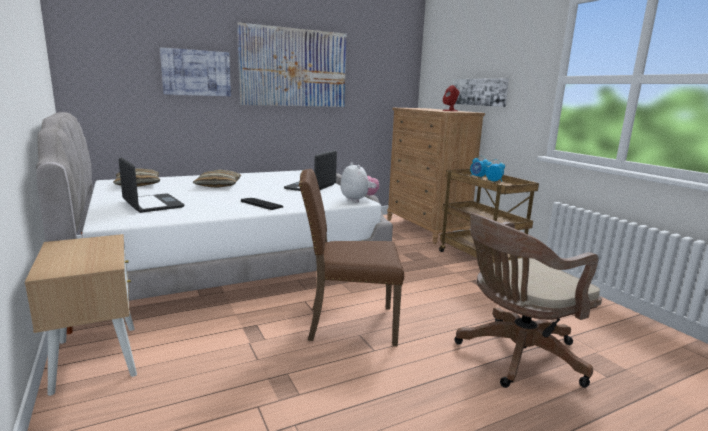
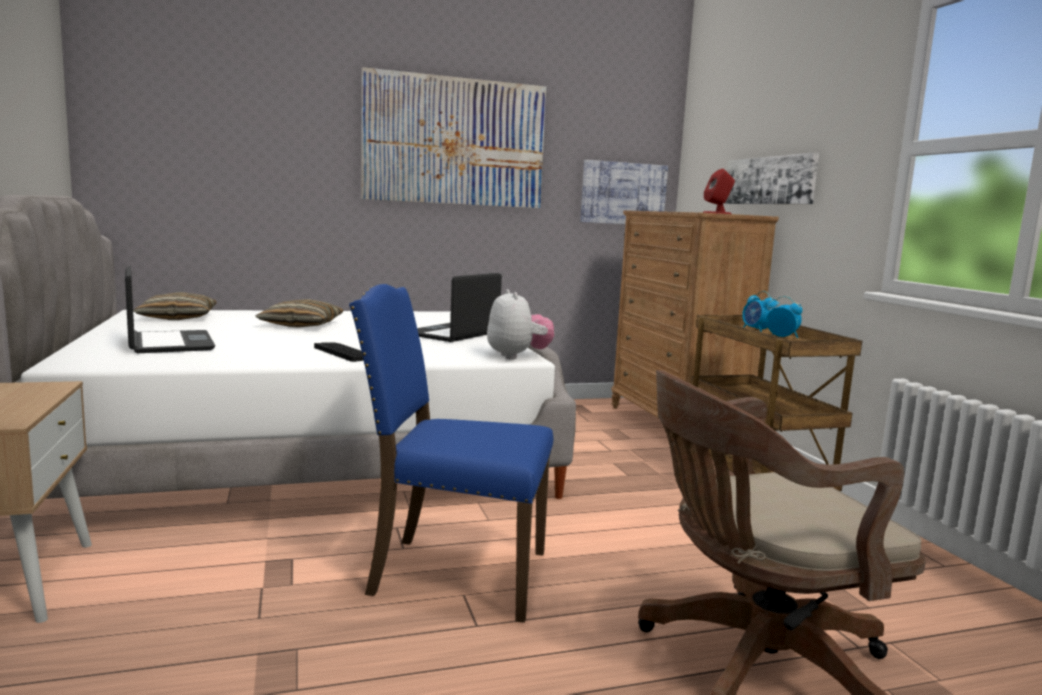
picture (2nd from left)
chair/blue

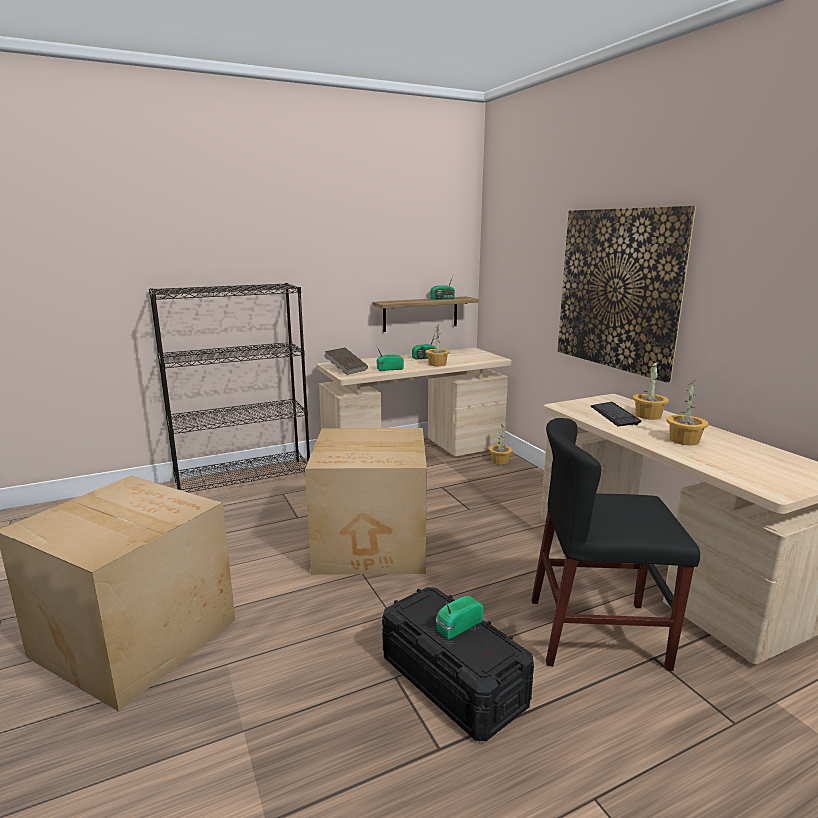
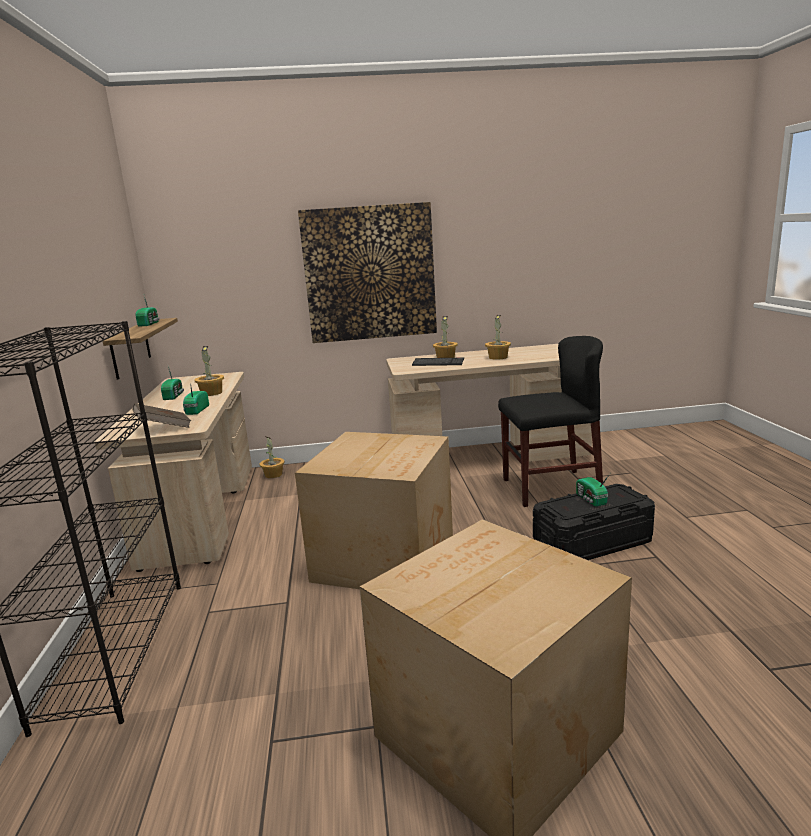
chair/black

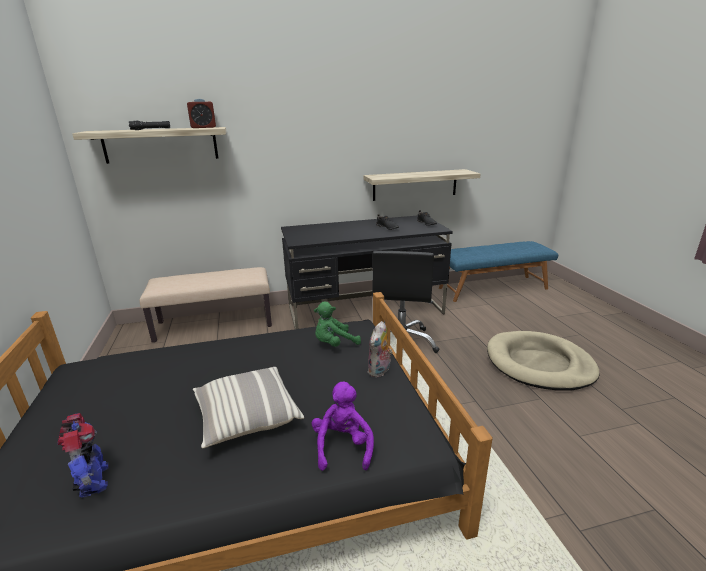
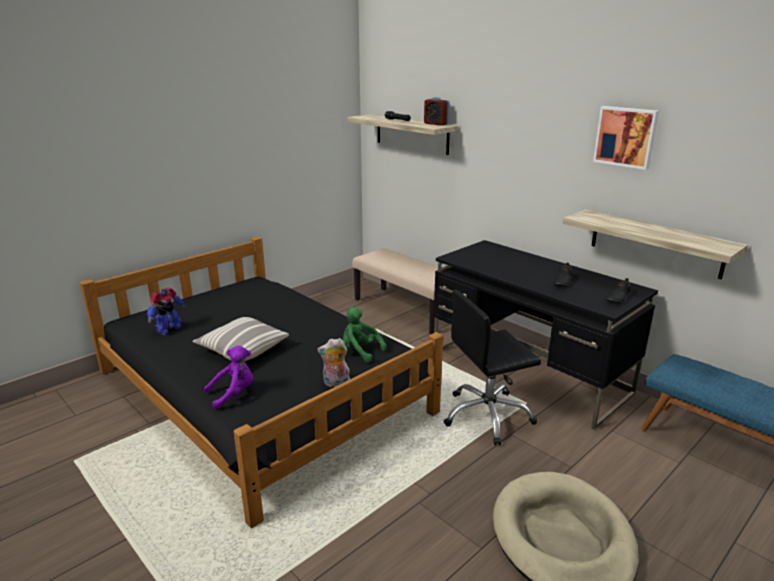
picture

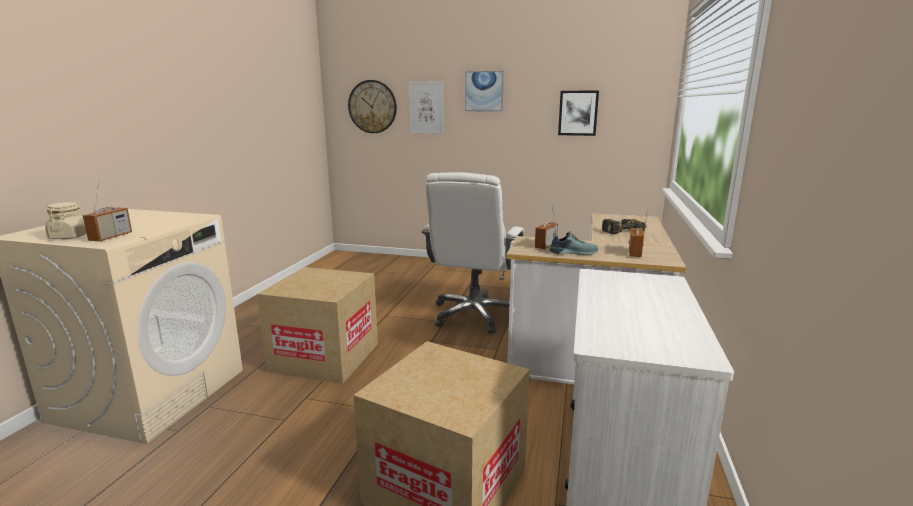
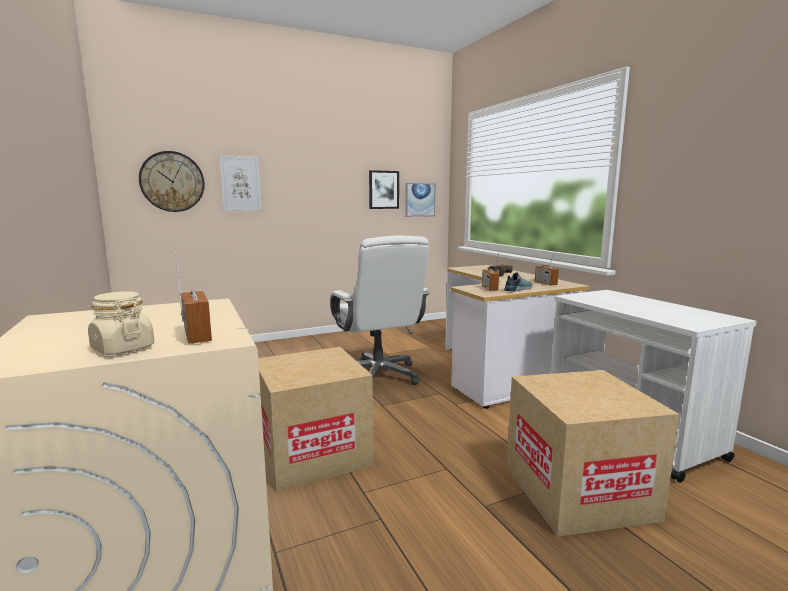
picture (3rd from left)

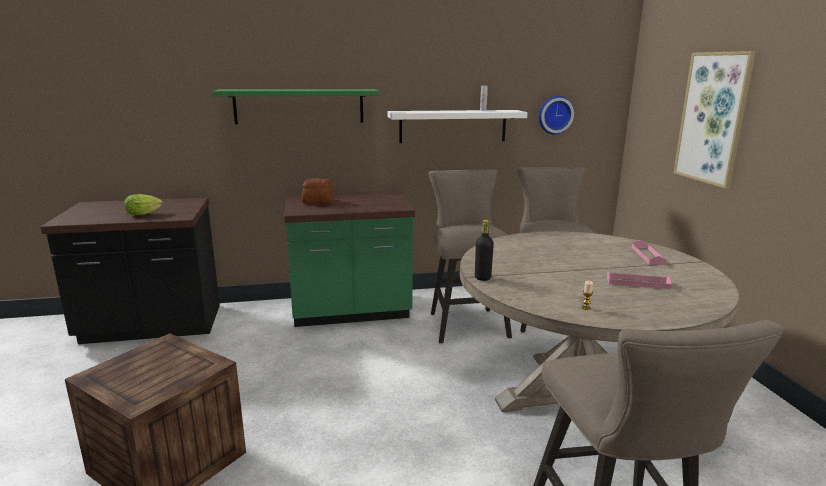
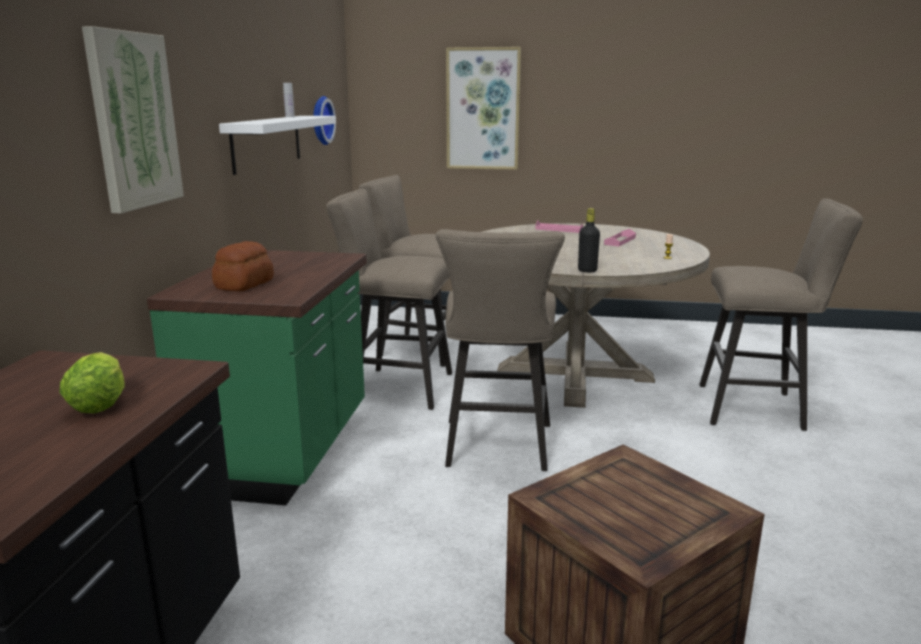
picture (1st from left)
stool/beige (3rd from left)

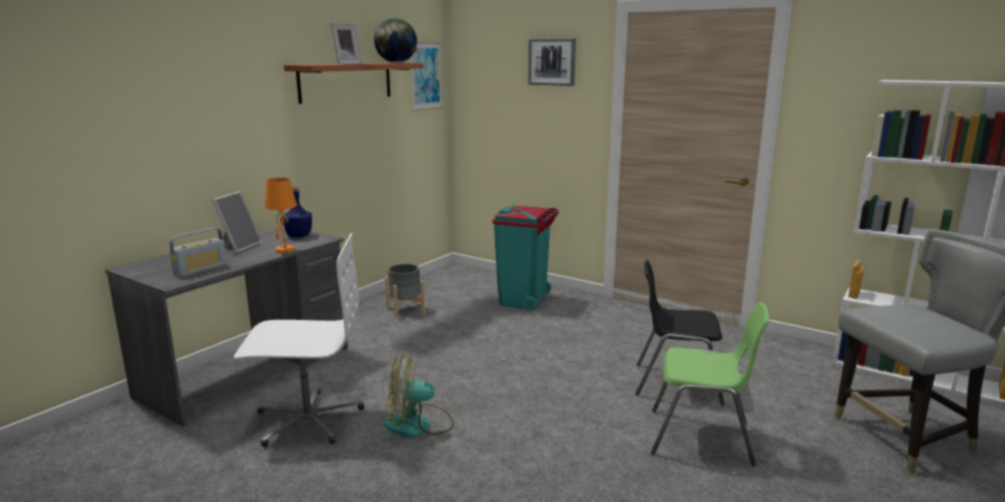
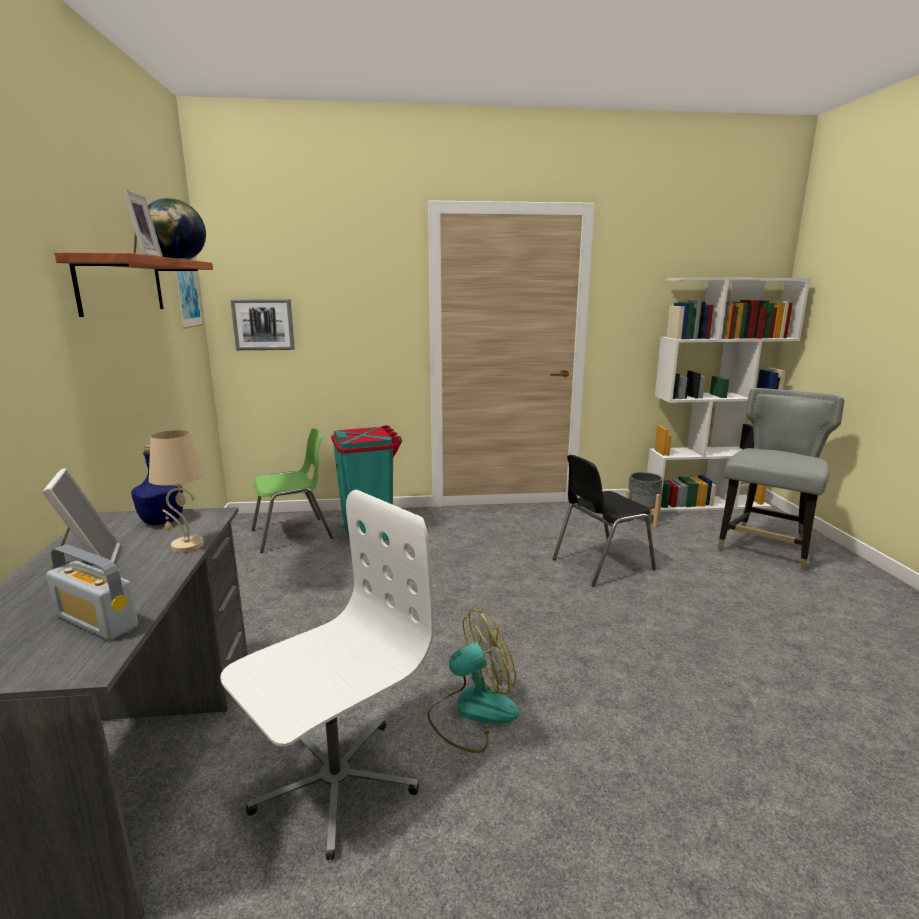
radio
table lamp/beige
fan
planter/grey
picture (2nd from left)
chair/green

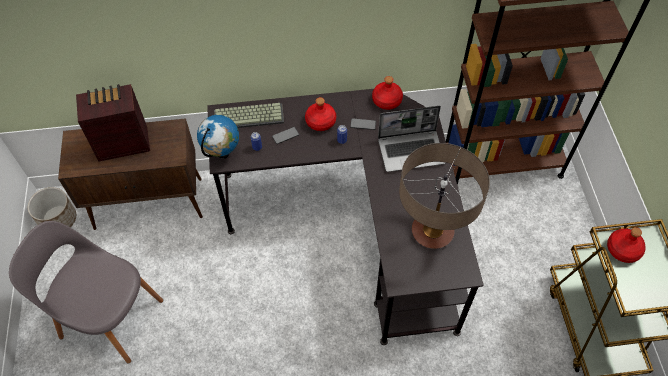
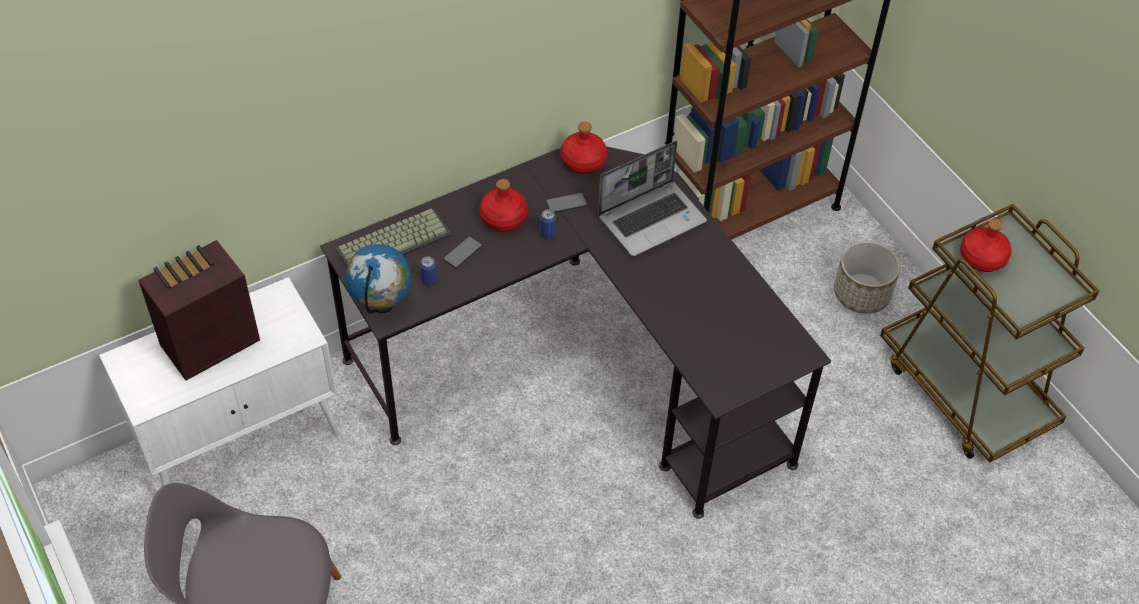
planter
cabinet/white
table lamp

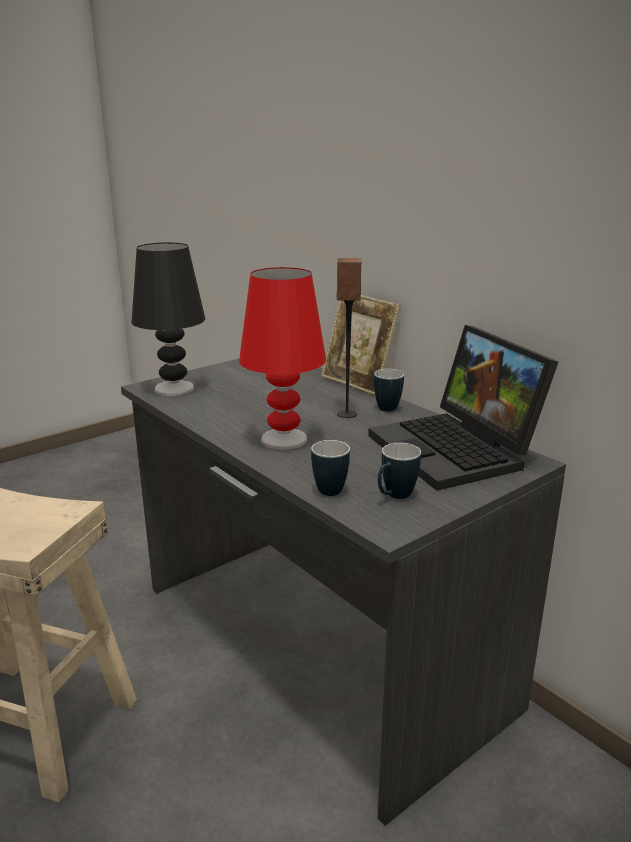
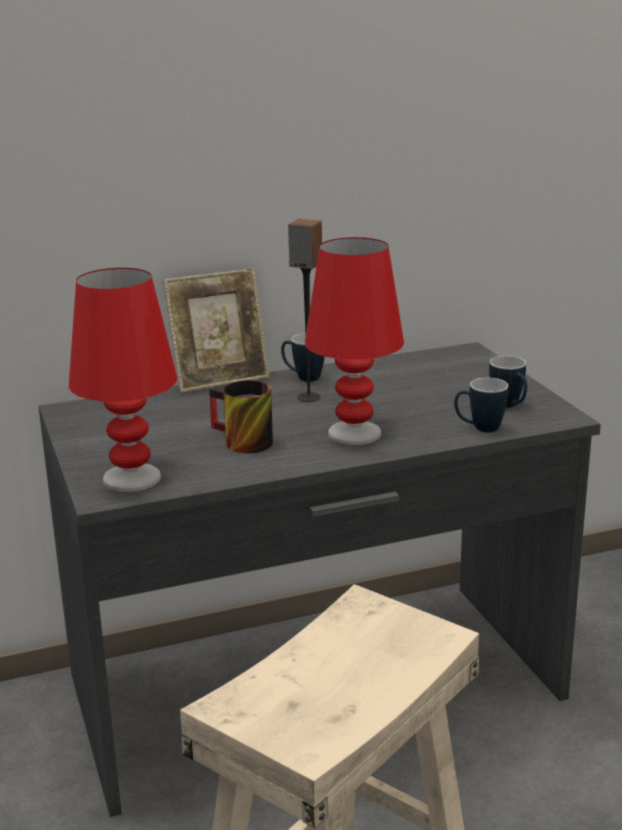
table lamp/red (1st from left)
laptop
mug (1st from left)

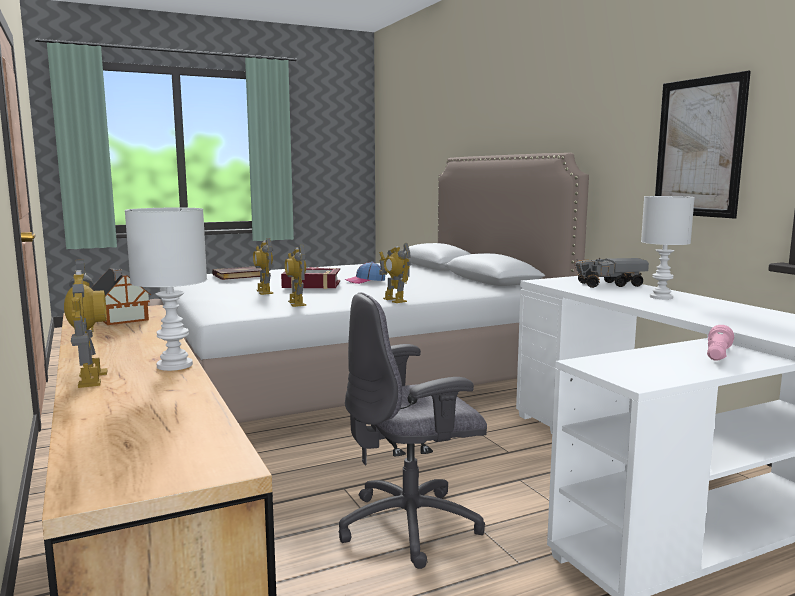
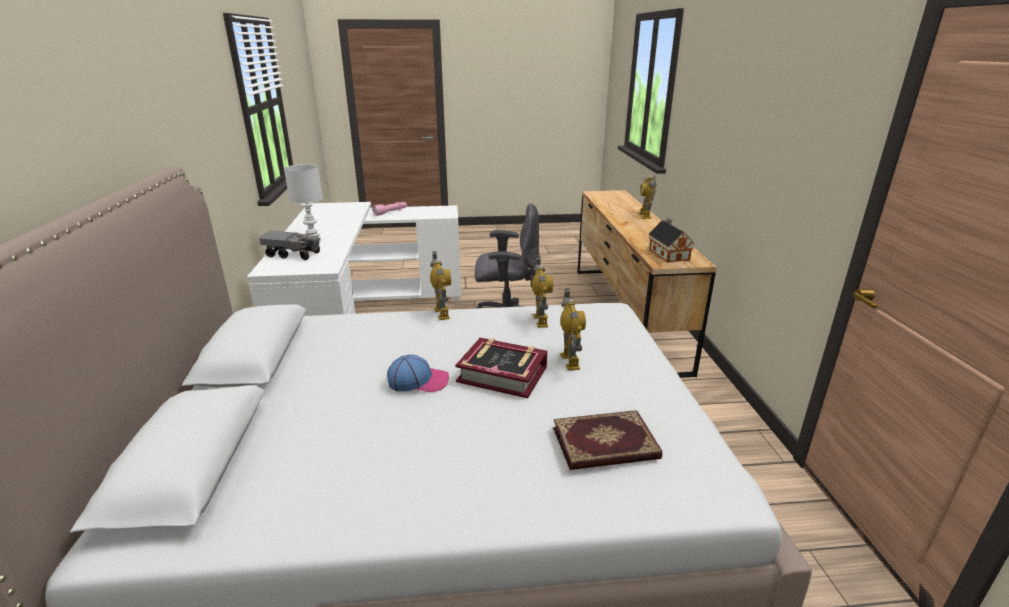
table lamp/white (1st from left in the first image)
picture

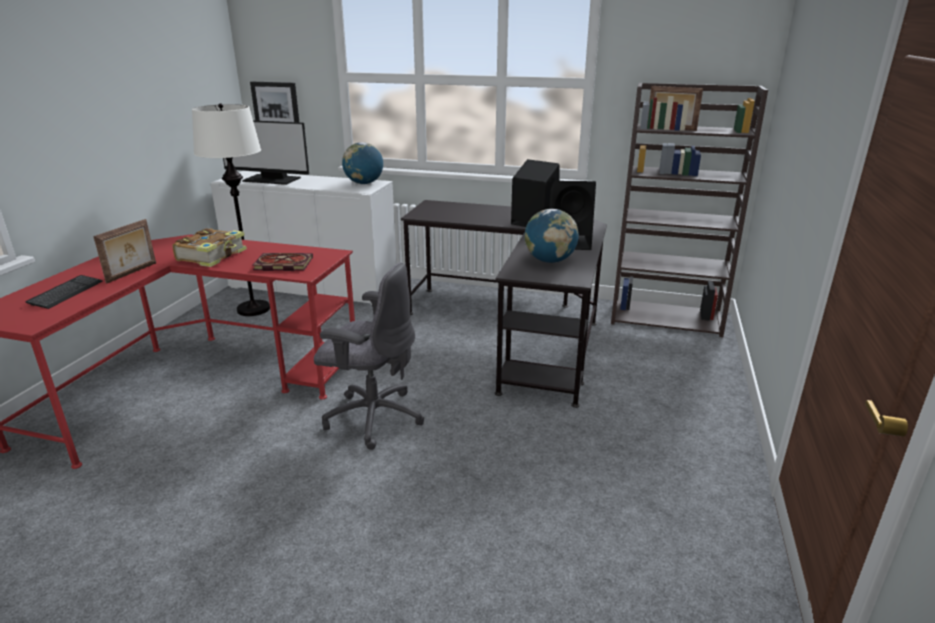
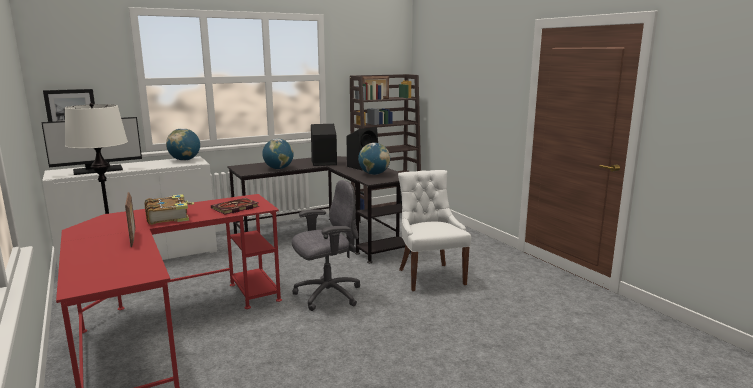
keyboard
globe (2nd from left)
chair/white

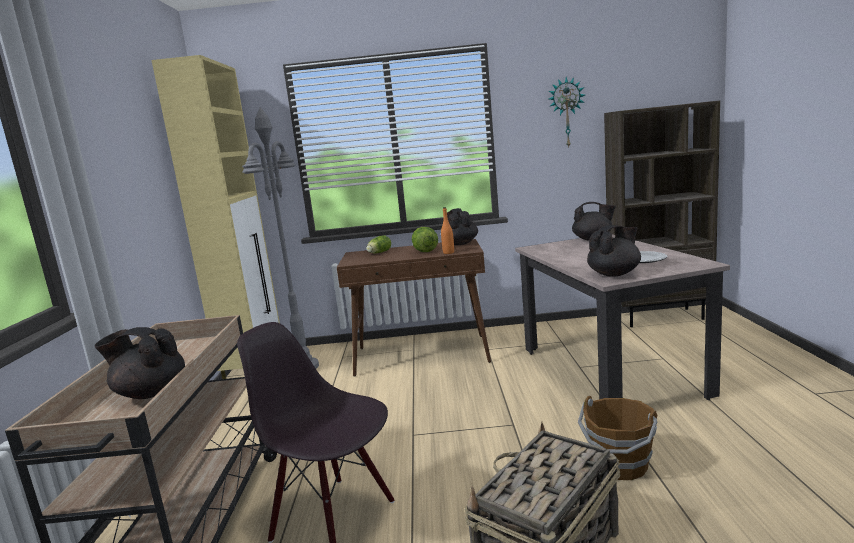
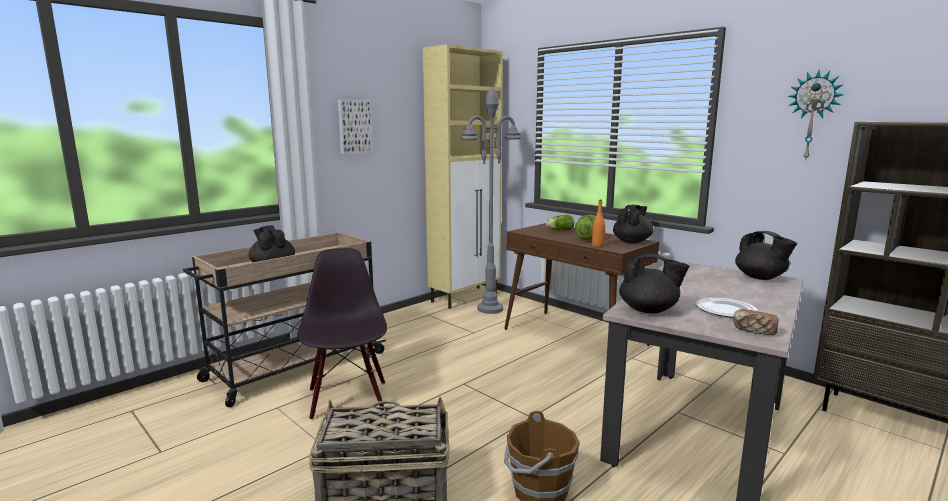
picture
bread

